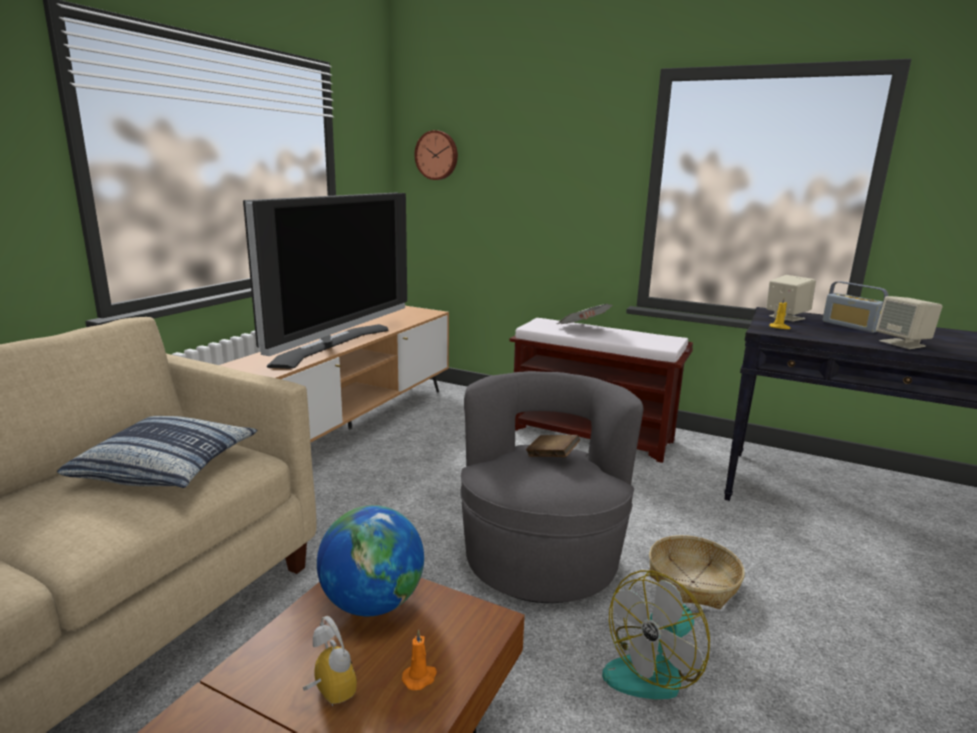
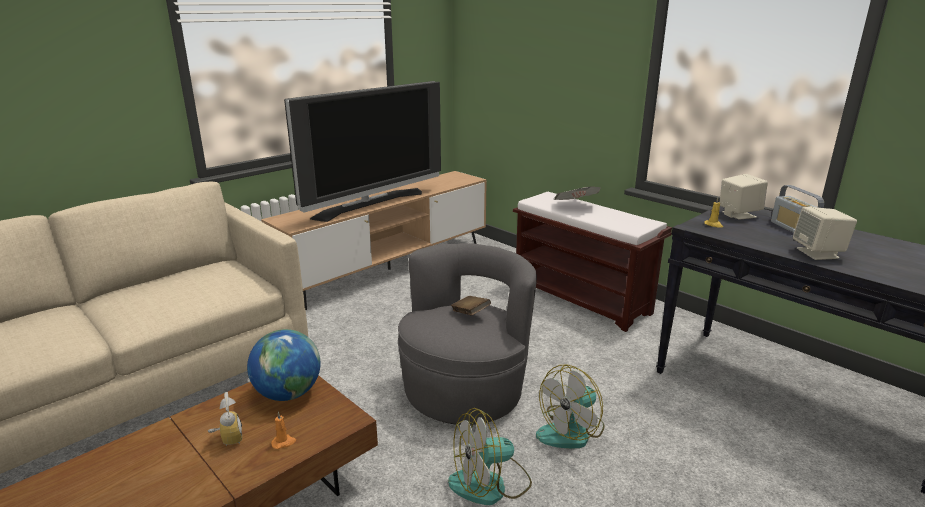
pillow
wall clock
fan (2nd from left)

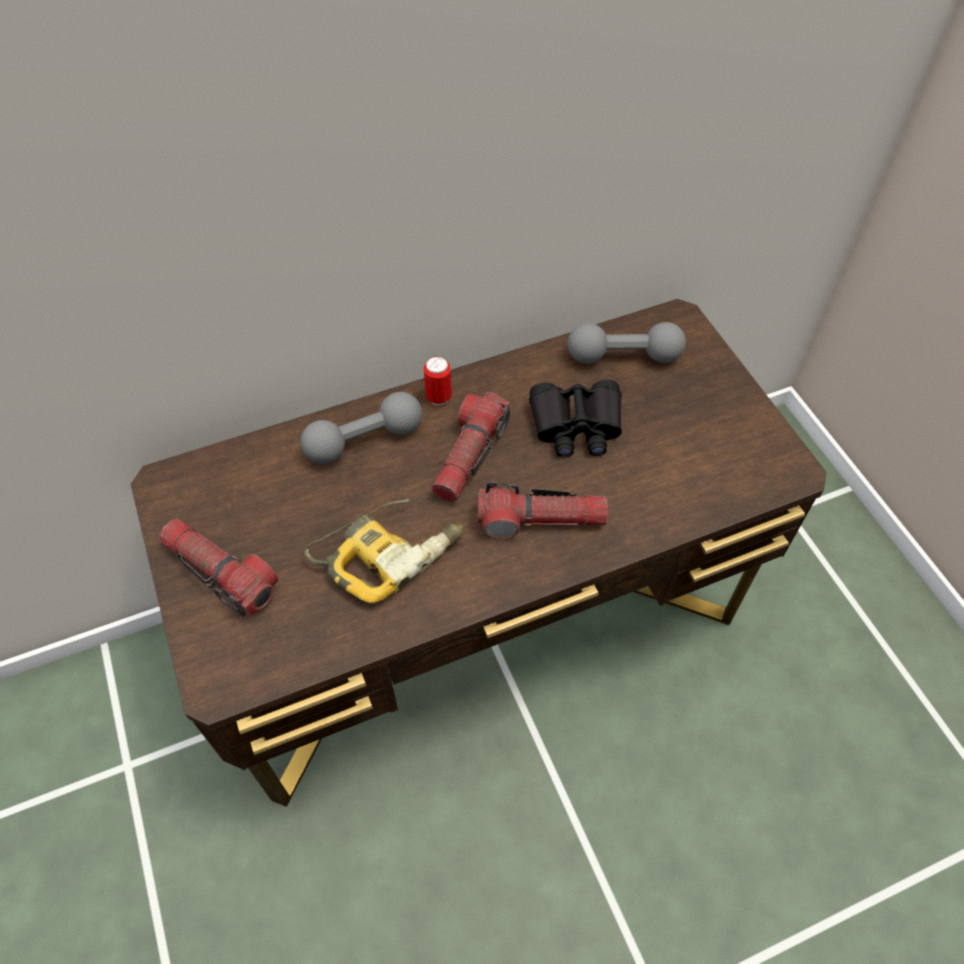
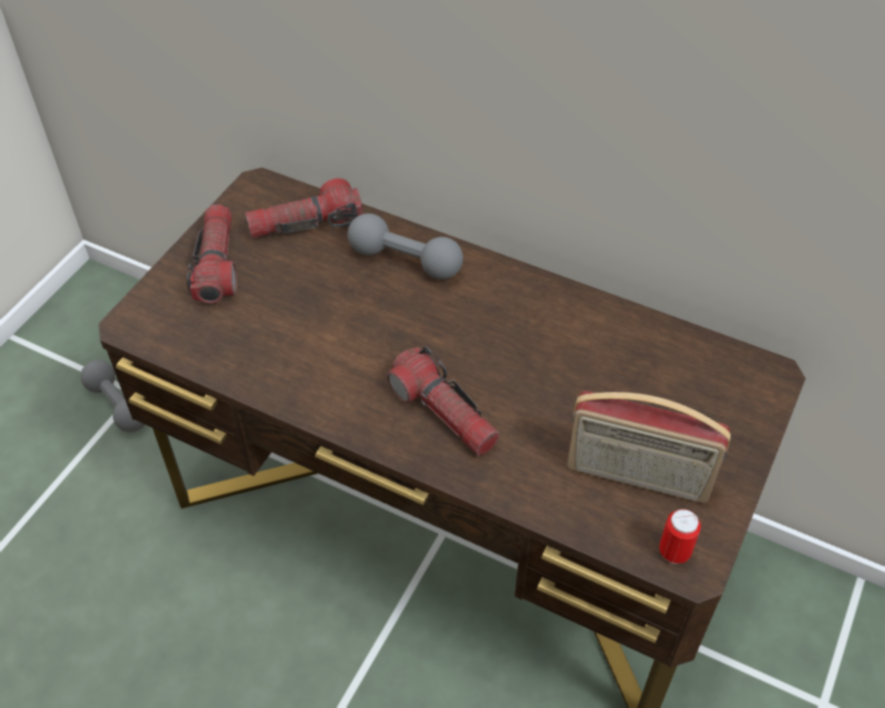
power drill
can
flashlight (2nd from left)
binoculars/black
dumbbell/grey (1st from left)
radio

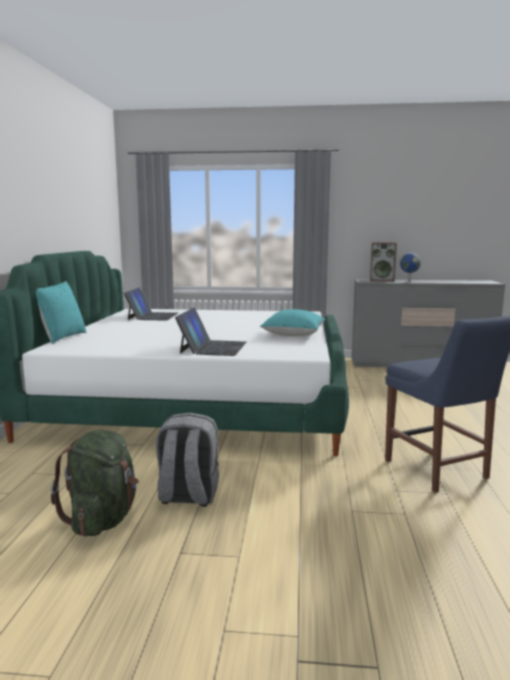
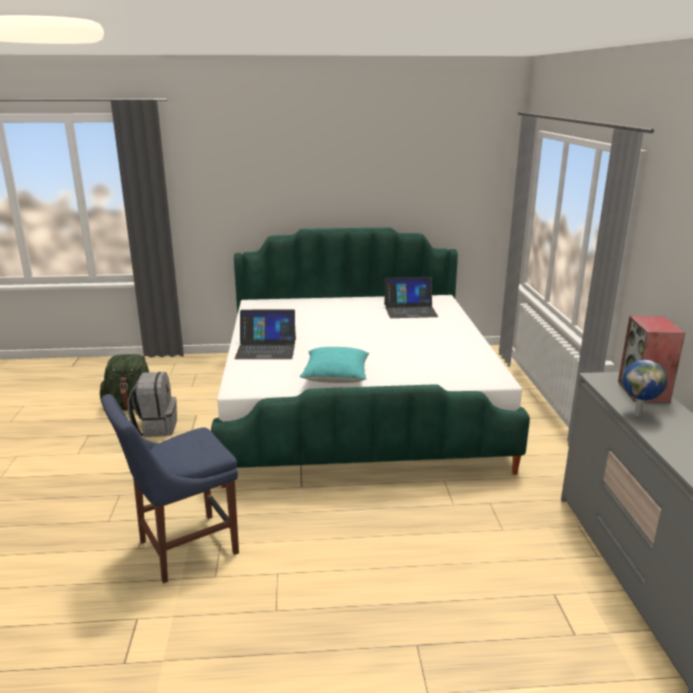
pillow/turquoise (1st from left in the first image)

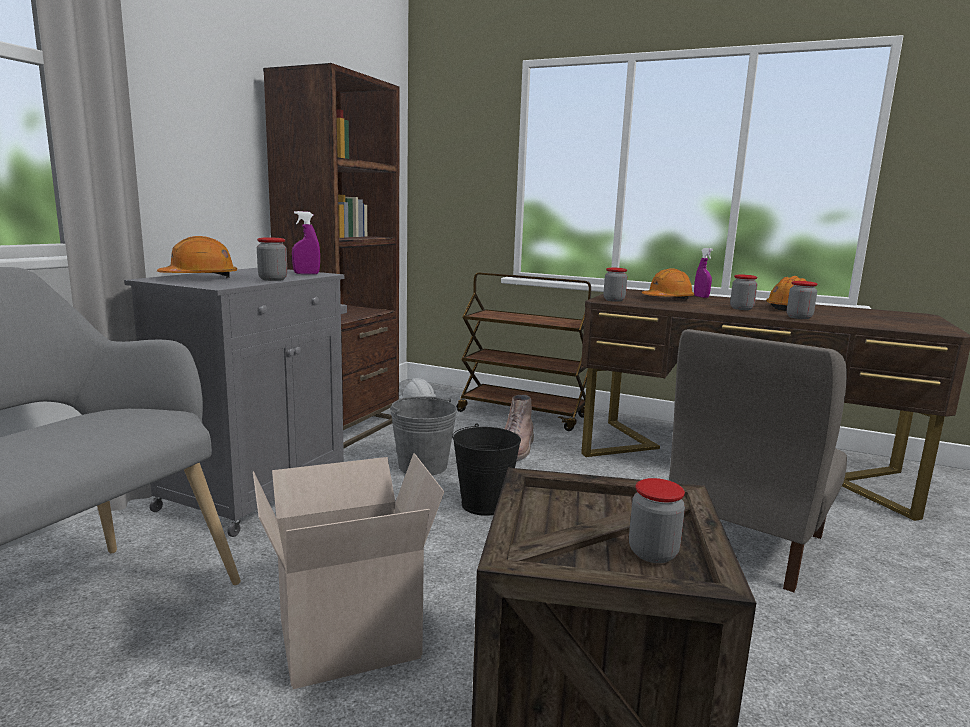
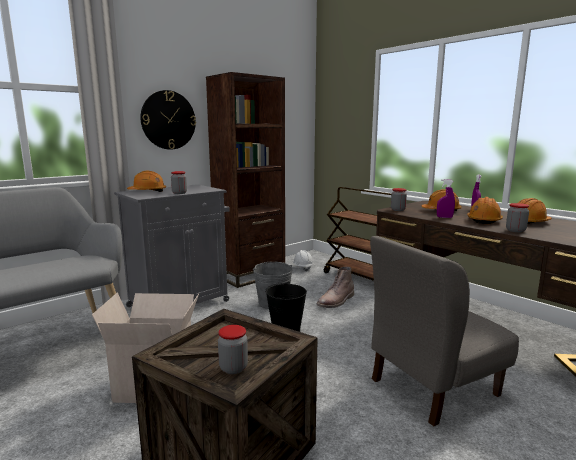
spray bottle/purple (1st from left)
hard hat/orange (3rd from left)
wall clock

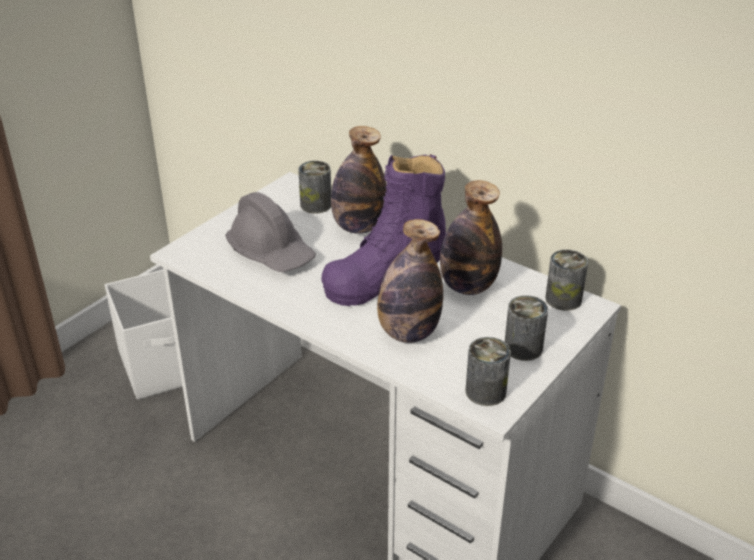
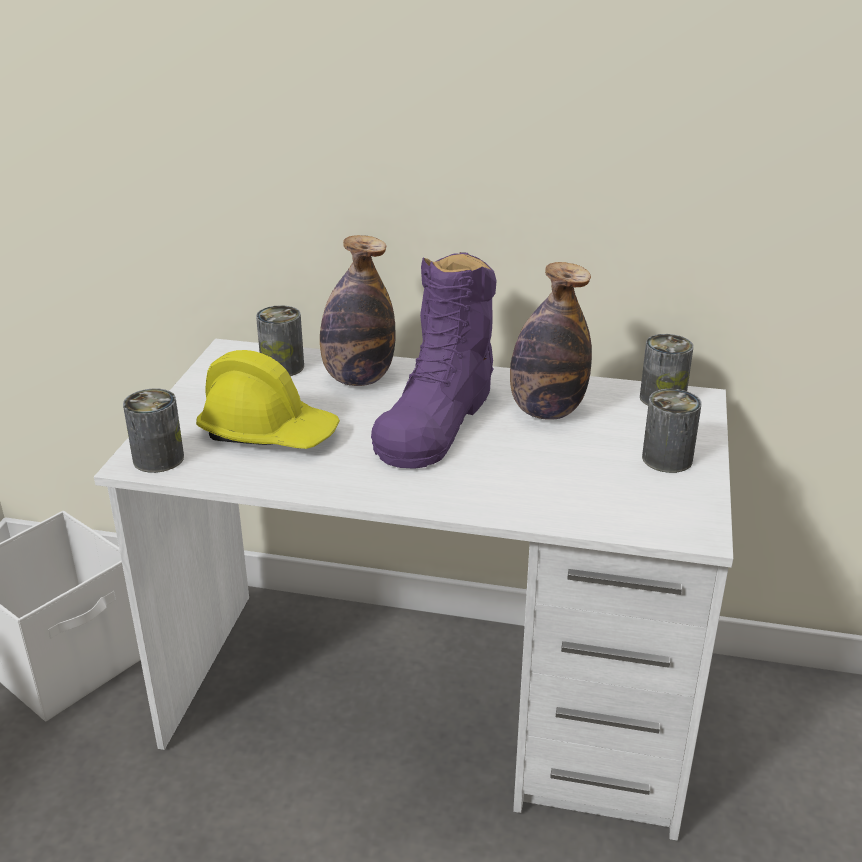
hard hat/yellow
bottle (2nd from left in the first image)
can (1st from left)

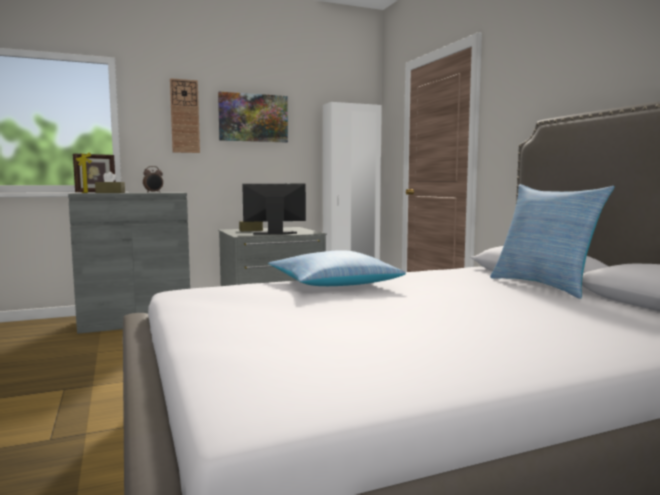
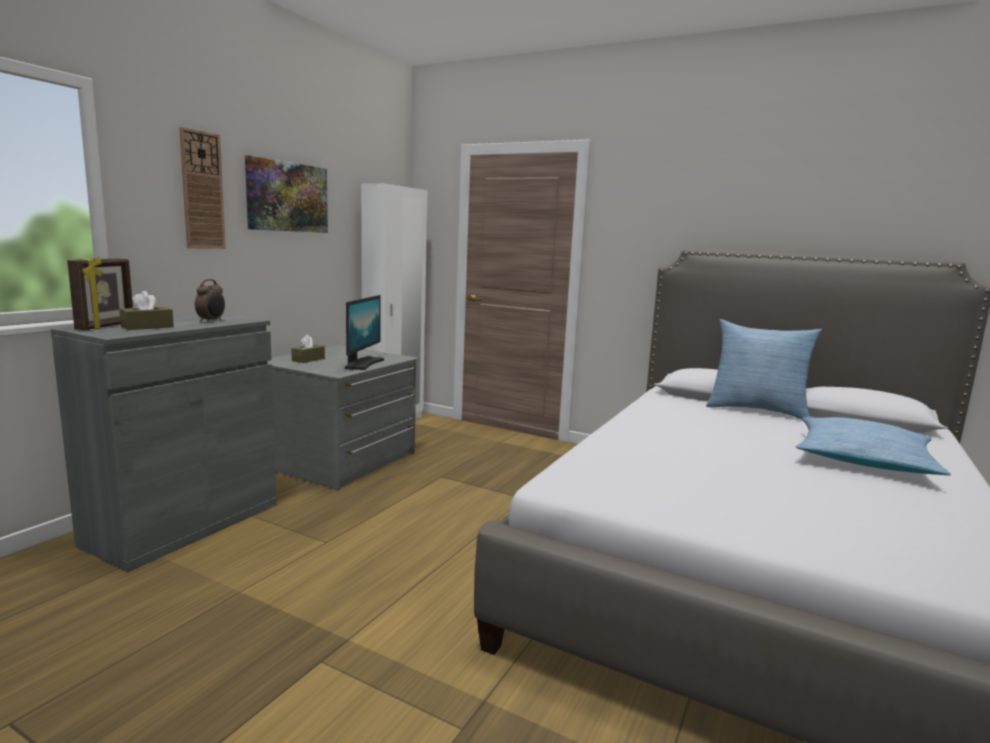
monitor
pillow (2nd from left)

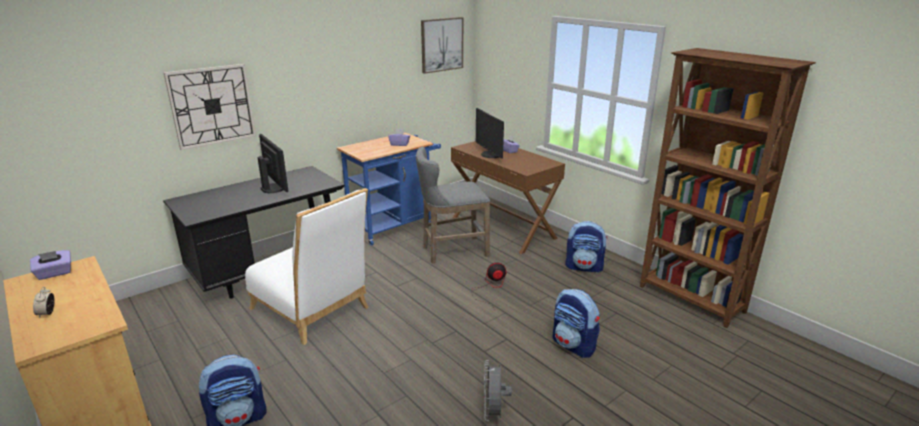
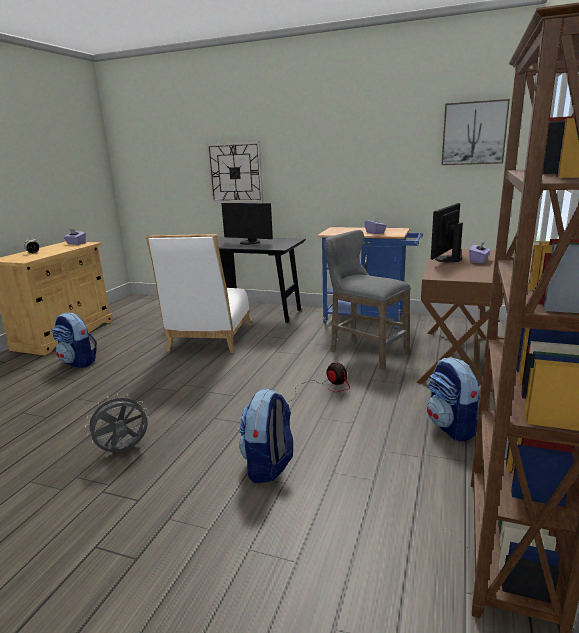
monitor (1st from left)

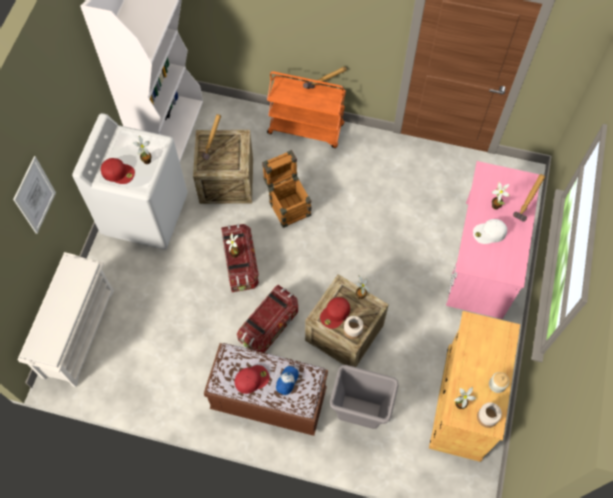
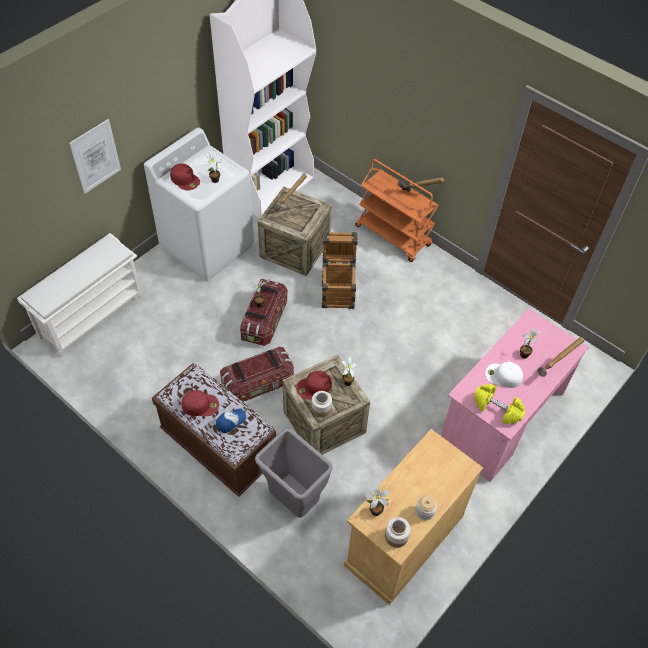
dumbbell/yellow

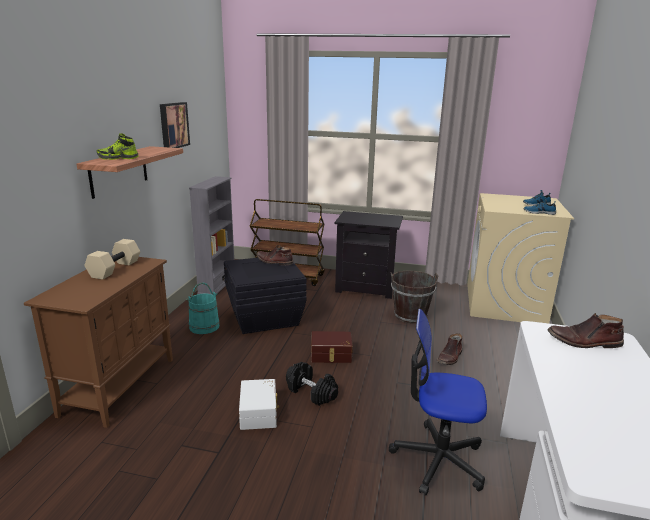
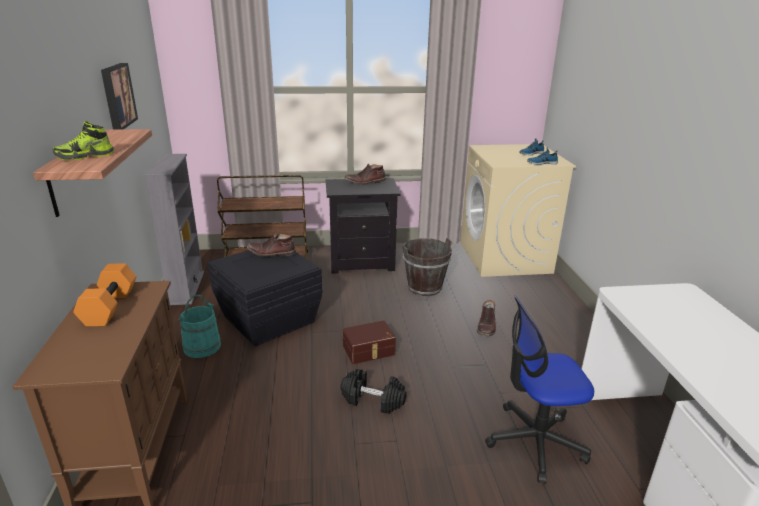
dumbbell/orange
storage box/white
boot/brown (2nd from left)

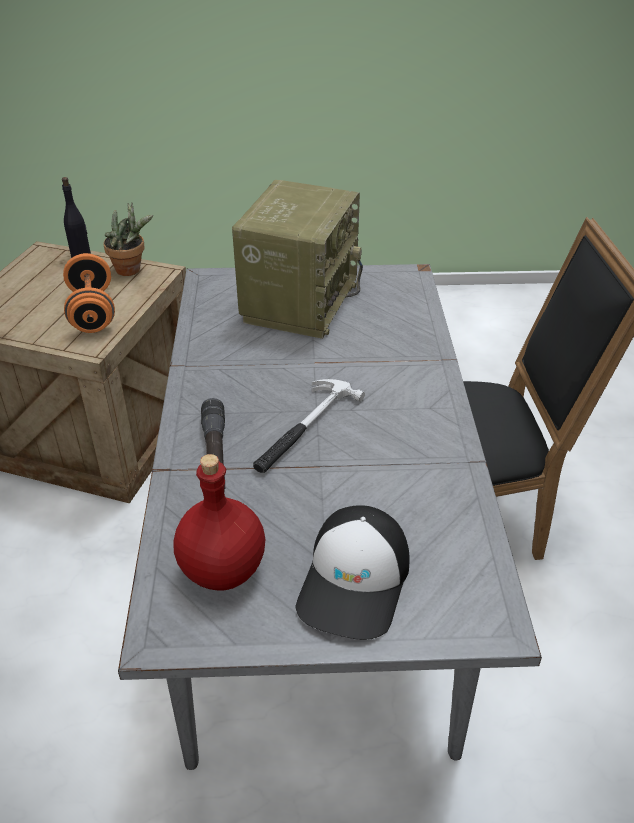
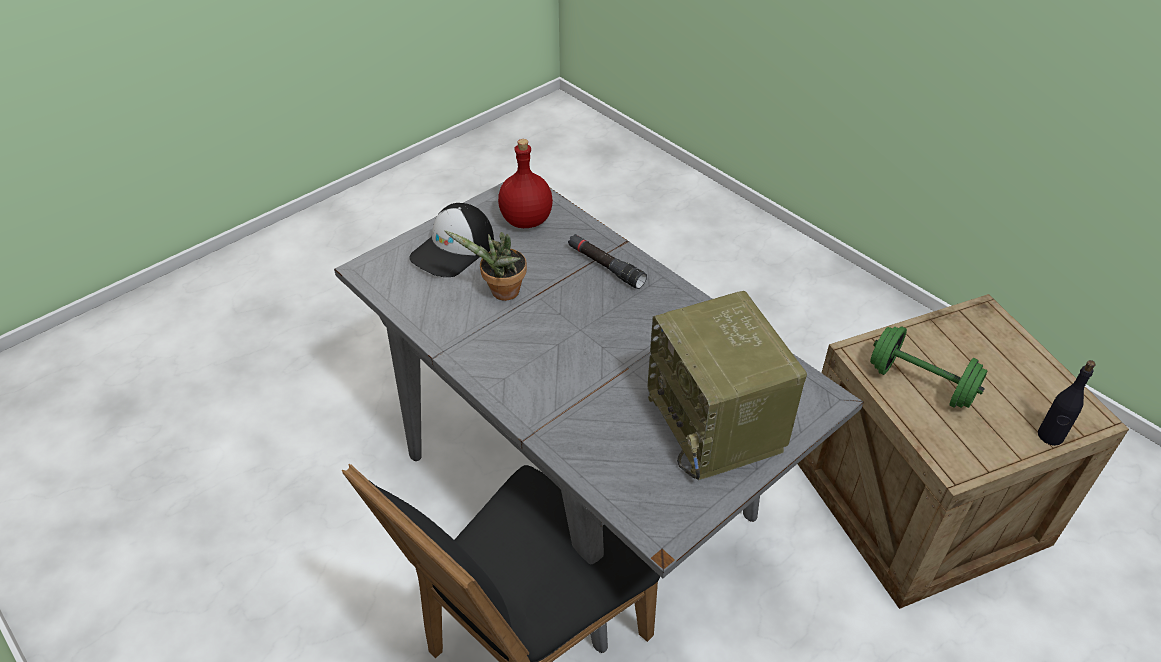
dumbbell/green
potted plant
hammer
cap

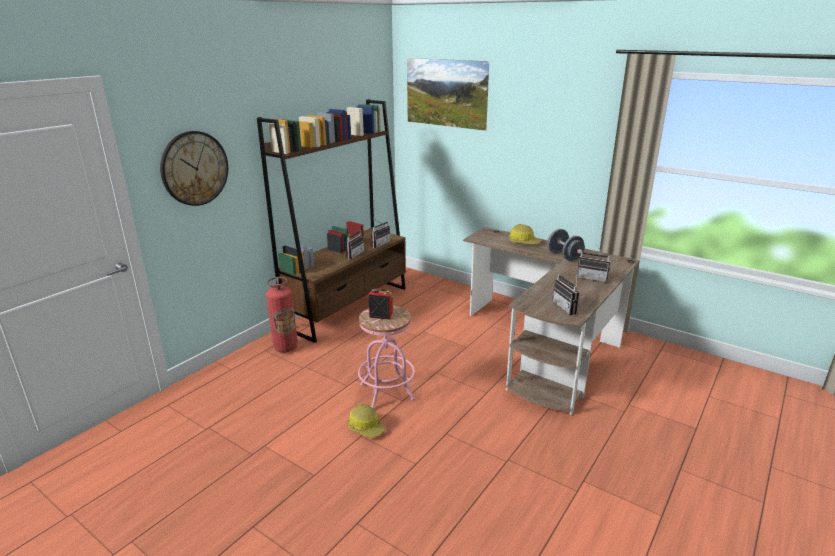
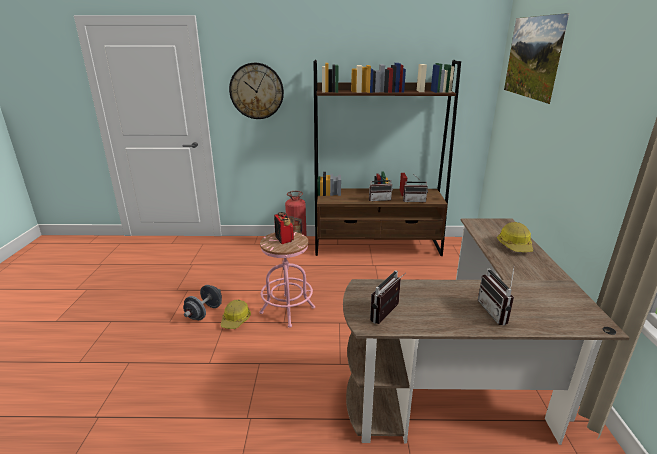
dumbbell/grey

